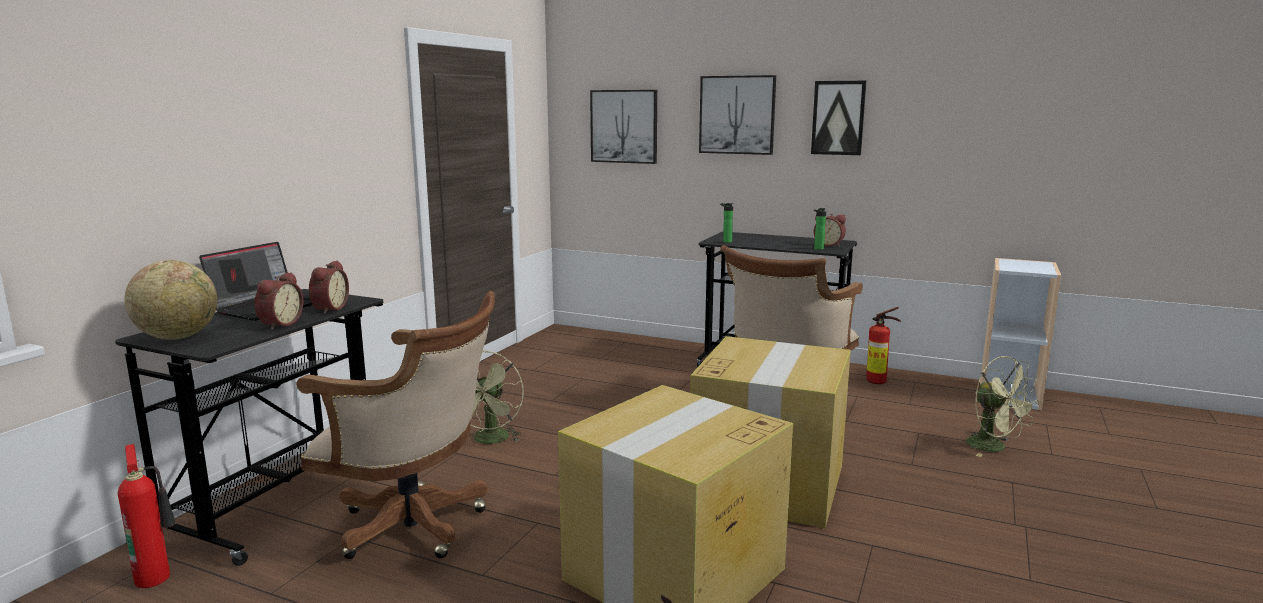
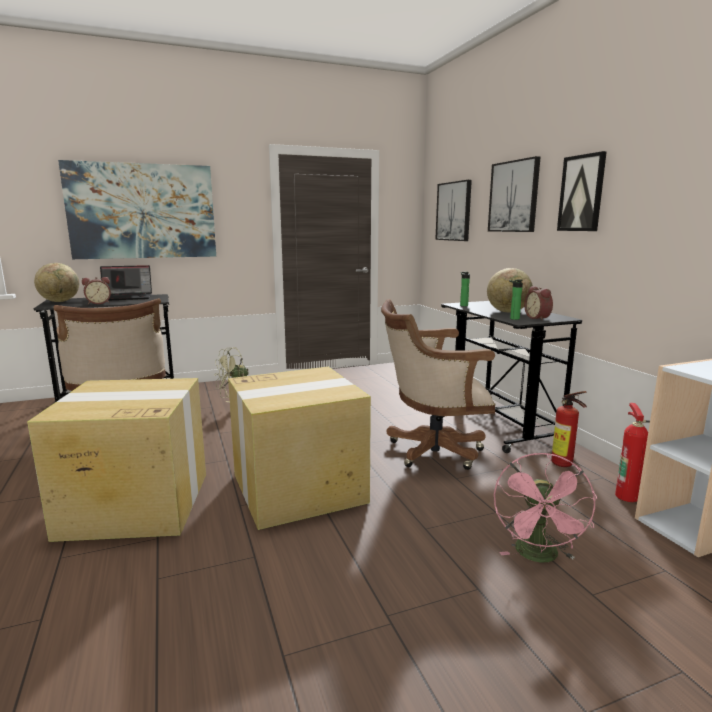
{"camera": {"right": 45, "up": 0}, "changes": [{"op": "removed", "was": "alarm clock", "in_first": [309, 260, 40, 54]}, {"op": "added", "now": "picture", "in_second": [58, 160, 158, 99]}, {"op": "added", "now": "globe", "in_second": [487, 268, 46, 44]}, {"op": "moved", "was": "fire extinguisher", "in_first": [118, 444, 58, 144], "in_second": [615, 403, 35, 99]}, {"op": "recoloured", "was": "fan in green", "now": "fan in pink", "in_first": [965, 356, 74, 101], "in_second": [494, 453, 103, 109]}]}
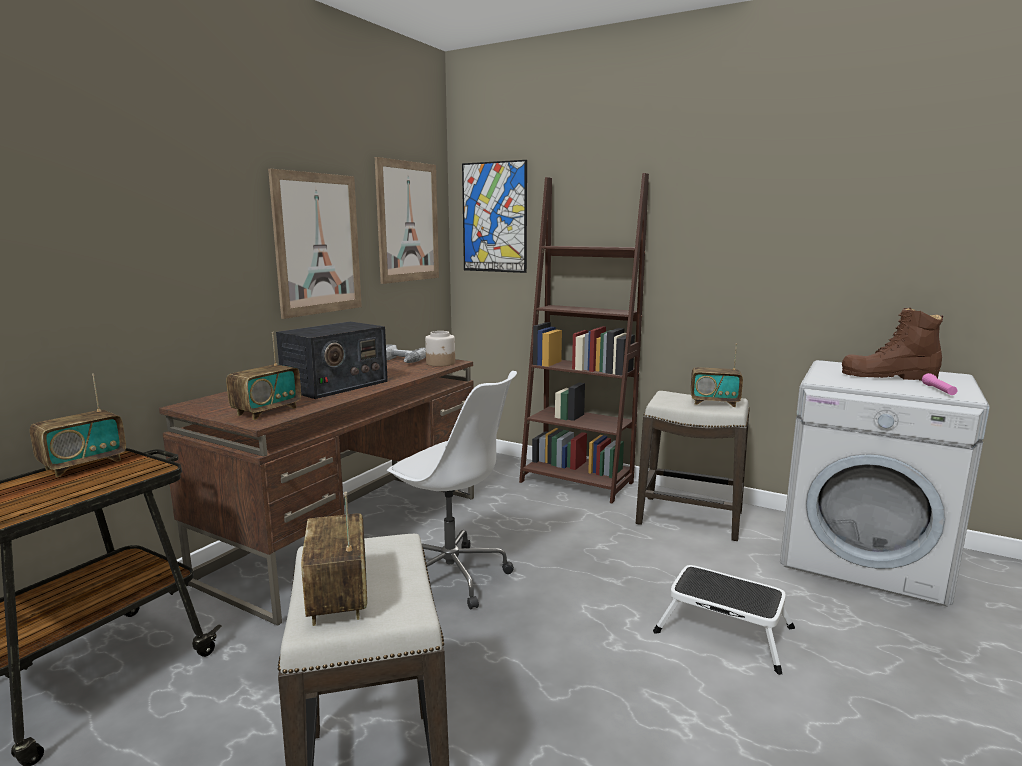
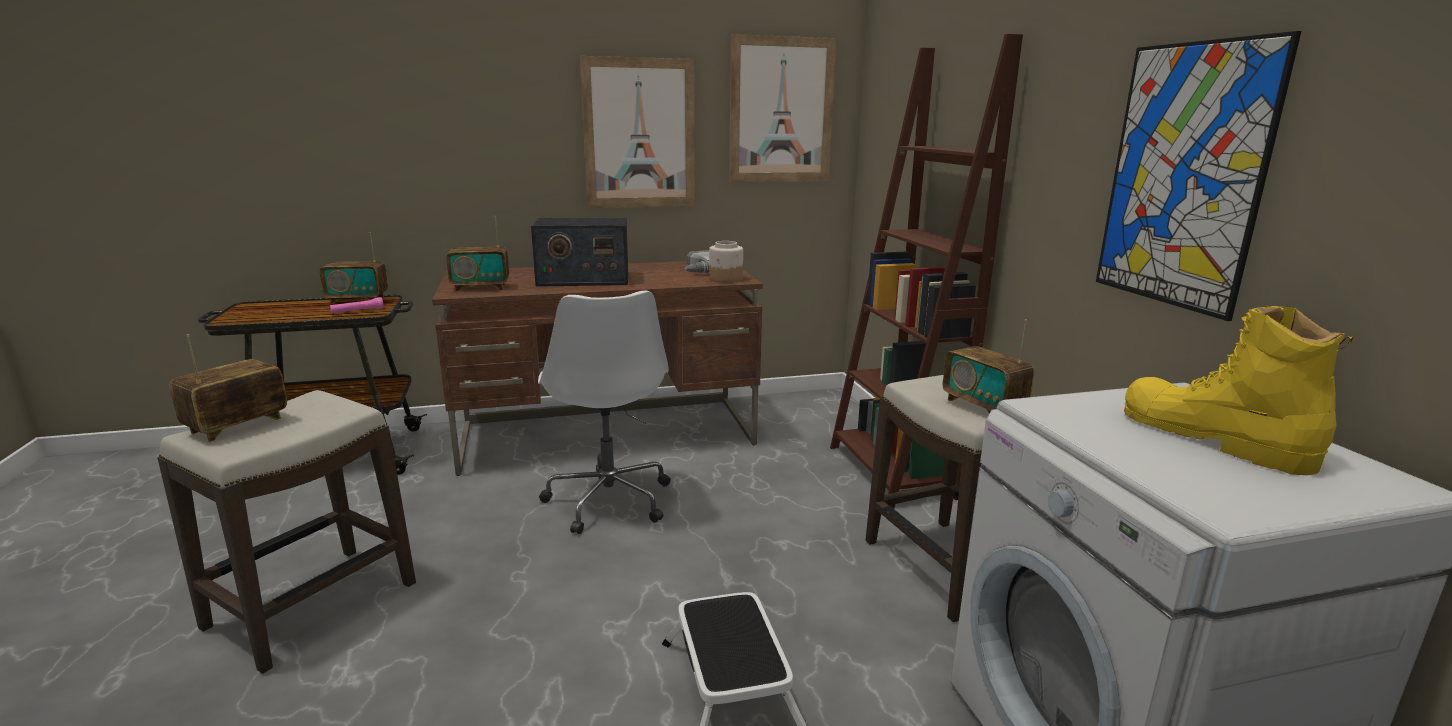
{"camera": {"right": 45, "up": 5}, "changes": [{"op": "moved", "was": "picture", "in_first": [462, 160, 65, 113], "in_second": [1096, 31, 205, 290]}, {"op": "moved", "was": "flashlight in pink", "in_first": [922, 373, 35, 22], "in_second": [330, 297, 54, 16]}, {"op": "recoloured", "was": "boot in brown", "now": "boot in yellow", "in_first": [842, 308, 101, 73], "in_second": [1124, 306, 229, 169]}]}
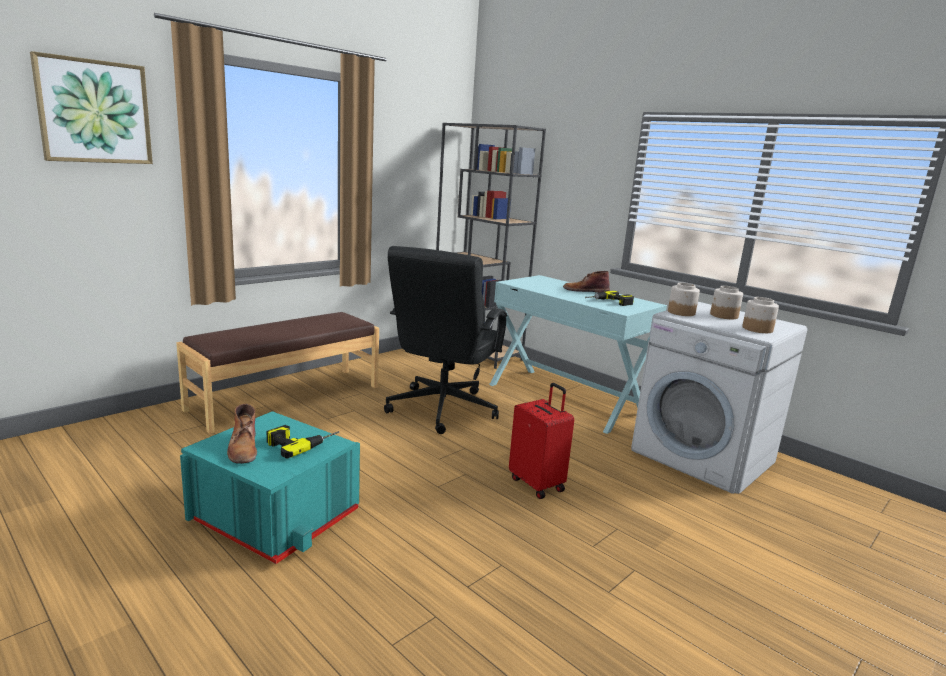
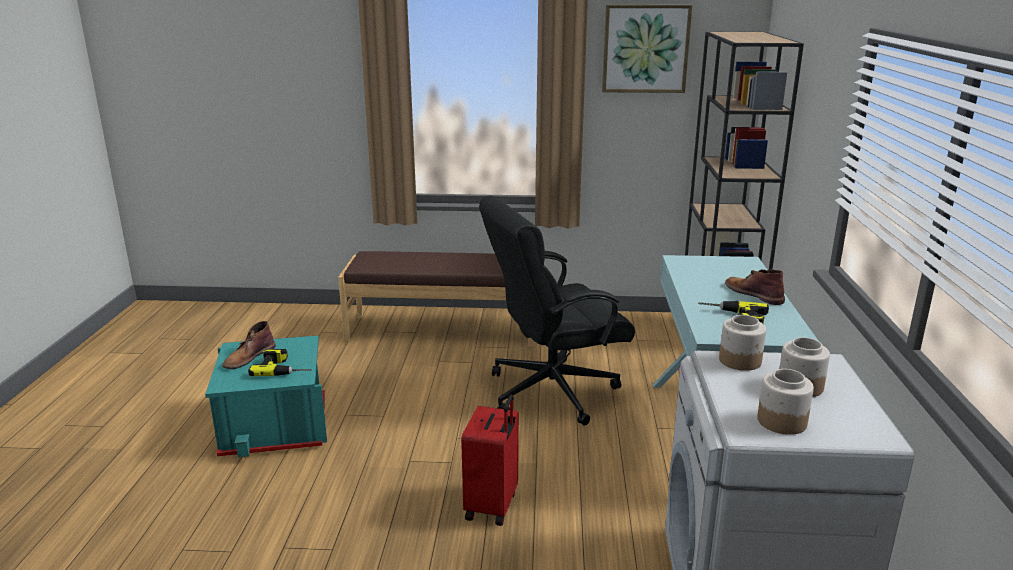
{"camera": {"right": 50, "up": 5}, "changes": [{"op": "moved", "was": "picture", "in_first": [30, 51, 123, 113], "in_second": [602, 5, 90, 88]}]}
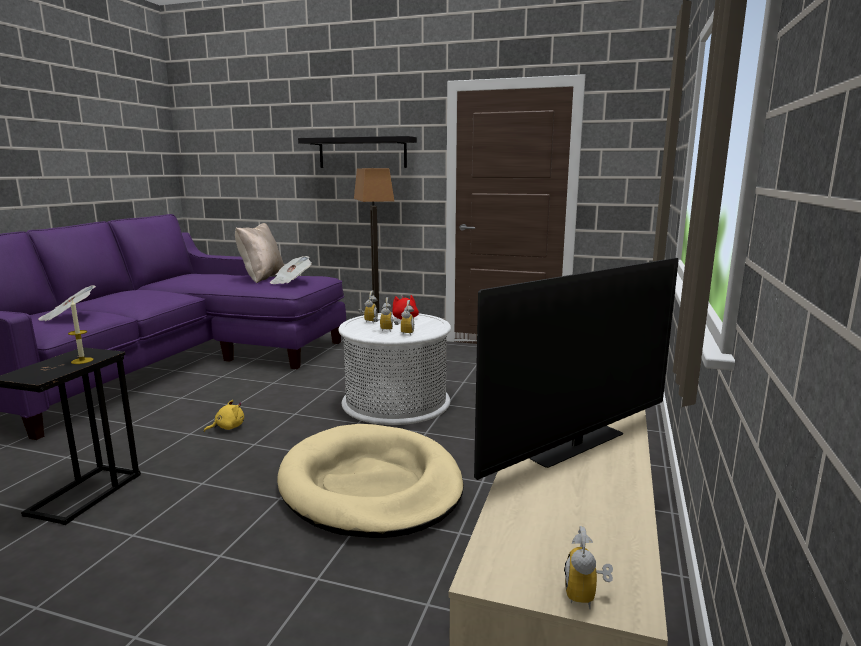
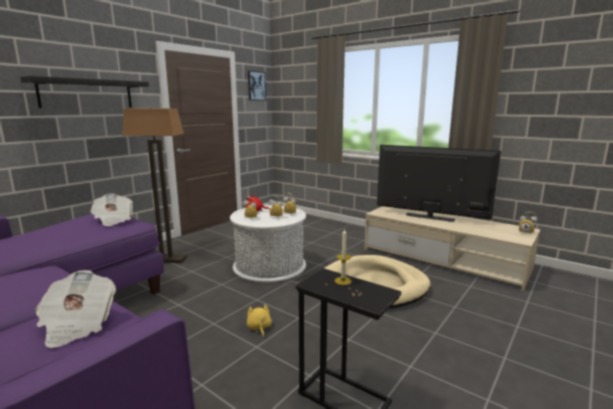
{"camera": {"right": -70, "up": 0}, "changes": [{"op": "removed", "was": "pillow in beige", "in_first": [235, 223, 49, 60]}, {"op": "added", "now": "picture", "in_second": [248, 71, 18, 30]}, {"op": "turned", "was": "television", "in_first": [474, 258, 205, 222], "in_second": [377, 145, 124, 77], "clockwise": -45}]}
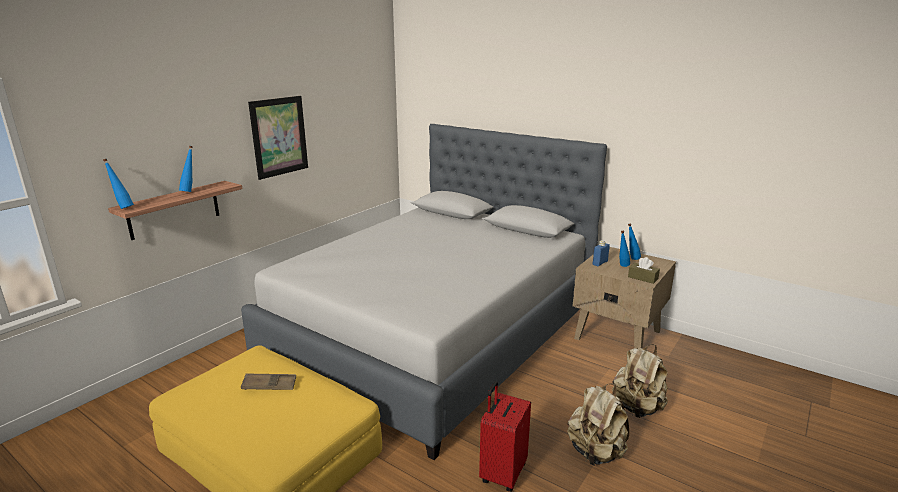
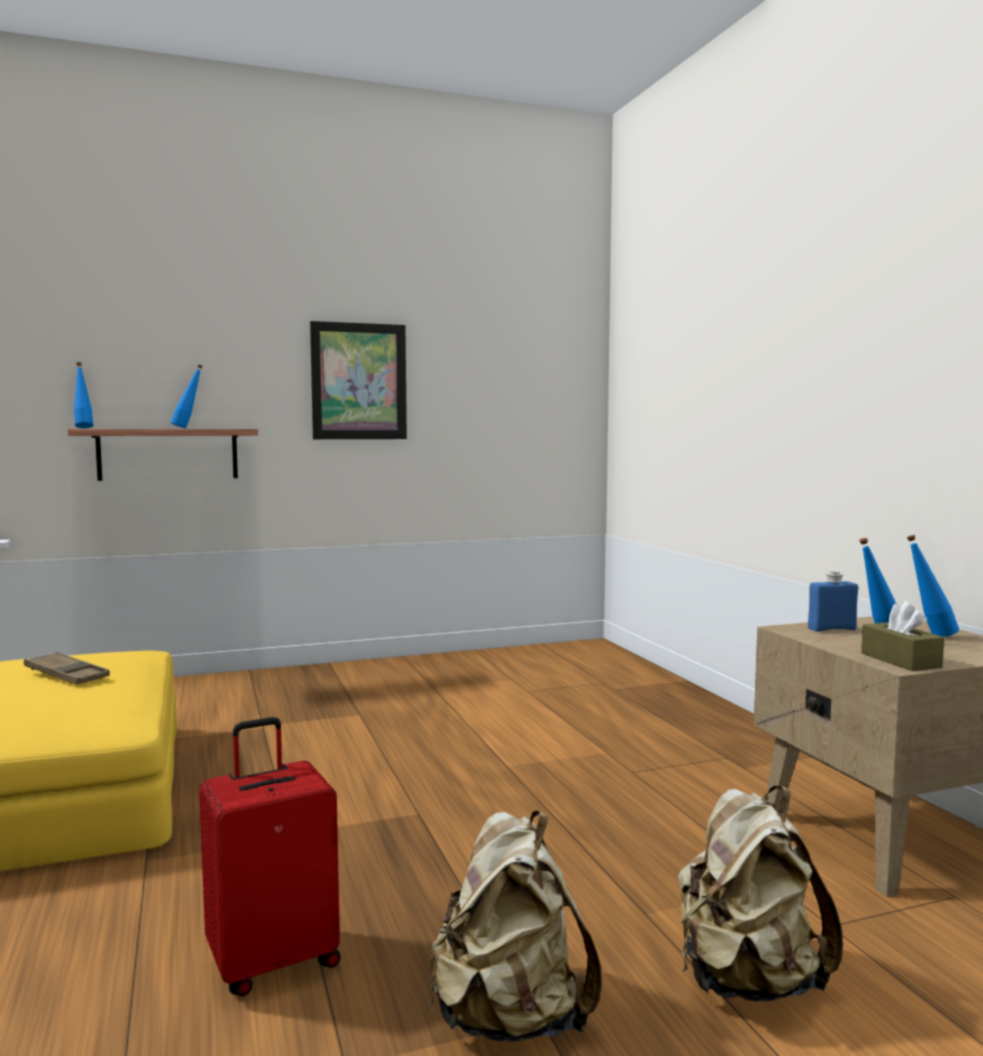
{"camera": {"right": 35, "up": -15}, "changes": [{"op": "removed", "was": "bed in grey", "in_first": [241, 124, 366, 336]}]}
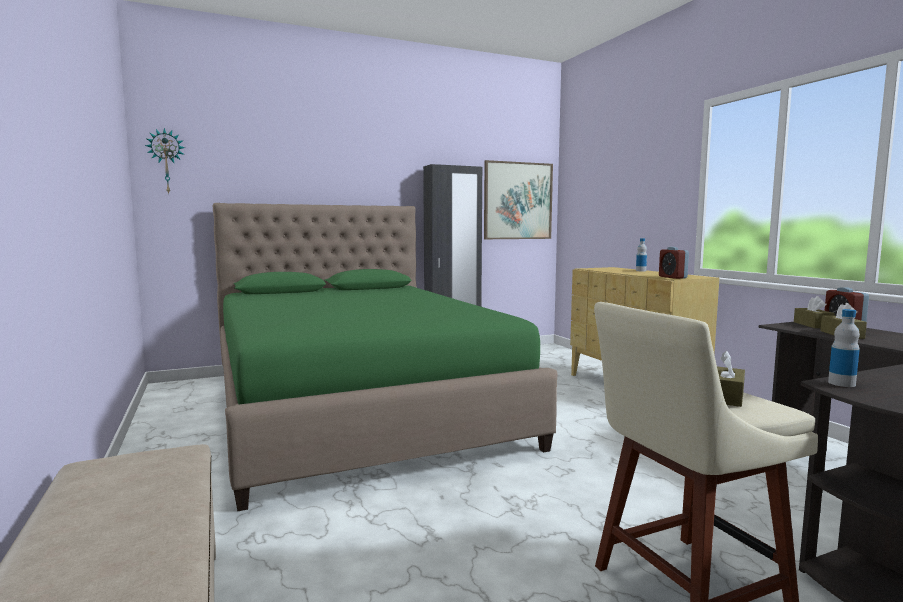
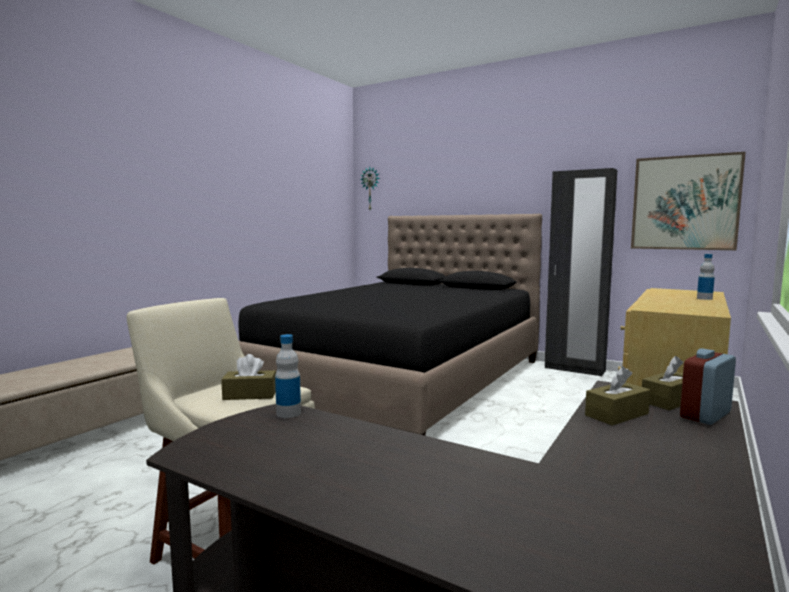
{"camera": {"right": 55, "up": 0}, "changes": [{"op": "removed", "was": "alarm clock", "in_first": [659, 247, 30, 32]}, {"op": "recoloured", "was": "bed in green", "now": "bed in black", "in_first": [213, 203, 345, 308], "in_second": [238, 214, 304, 222]}]}
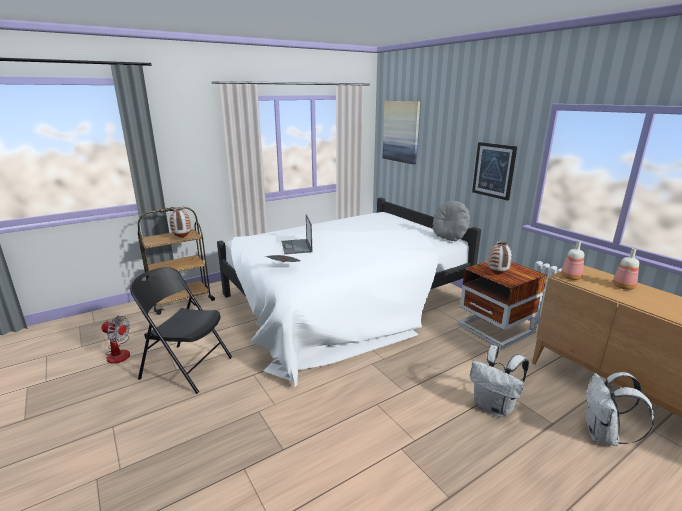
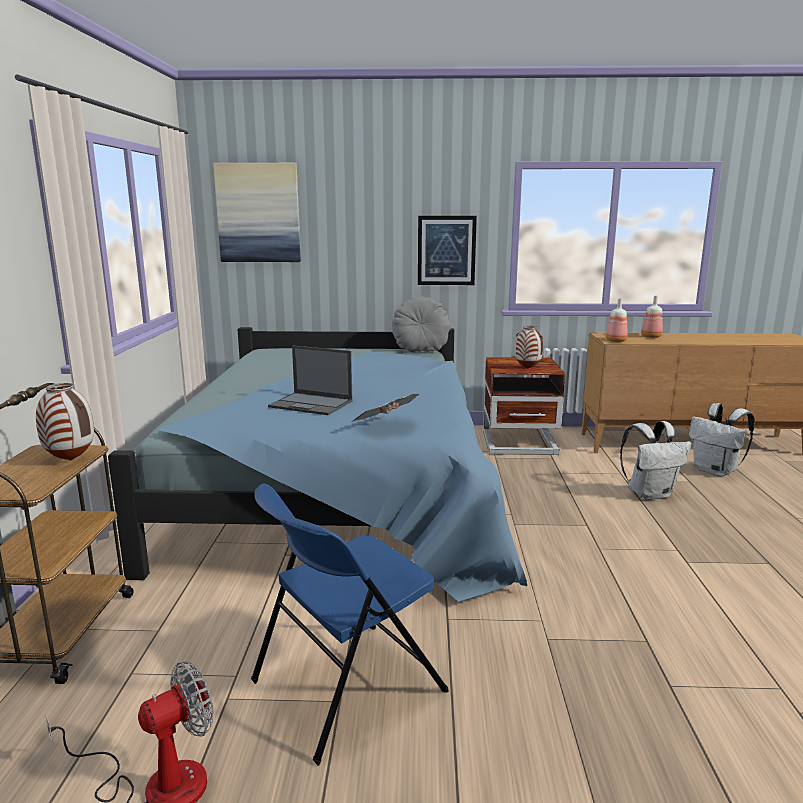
{"camera": {"right": -55, "up": -5}, "changes": [{"op": "recoloured", "was": "chair in black", "now": "chair in blue", "in_first": [130, 267, 102, 127], "in_second": [251, 484, 197, 282]}, {"op": "recoloured", "was": "bed in white", "now": "bed in blue", "in_first": [217, 197, 264, 190], "in_second": [108, 327, 419, 275]}]}
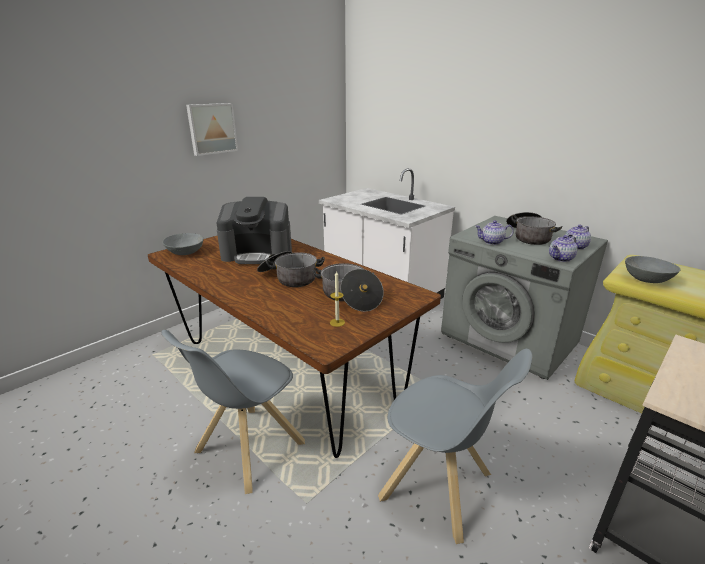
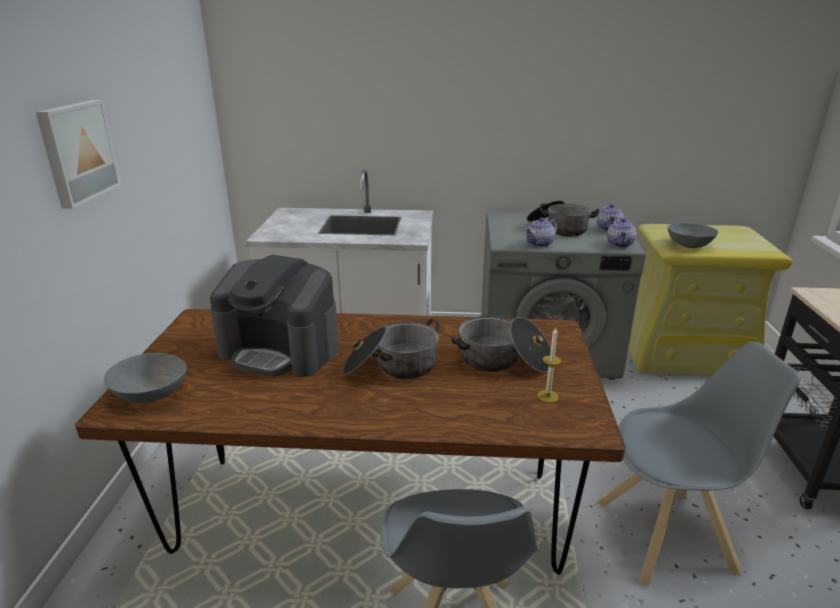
{"camera": {"right": -40, "up": 0}, "changes": [{"op": "turned", "was": "coffee machine", "in_first": [217, 197, 75, 67], "in_second": [210, 255, 129, 122], "clockwise": 60}]}
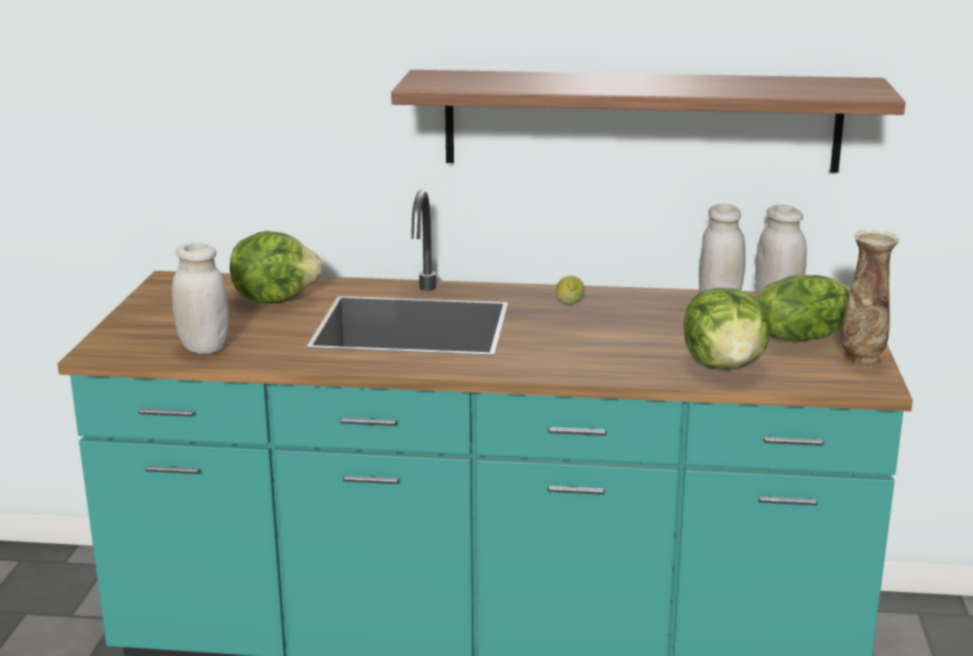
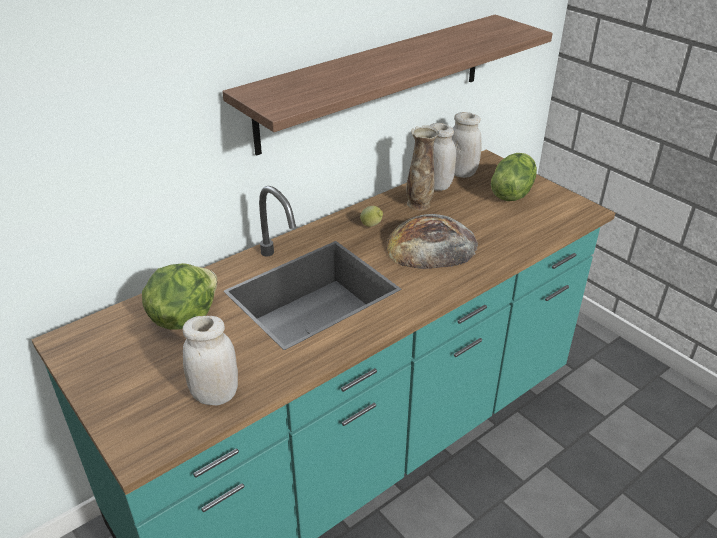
{"camera": {"right": -45, "up": 15}, "changes": [{"op": "removed", "was": "lettuce", "in_first": [684, 287, 87, 83]}, {"op": "added", "now": "bread", "in_second": [386, 214, 92, 55]}, {"op": "moved", "was": "vase", "in_first": [841, 230, 58, 138], "in_second": [406, 125, 34, 85]}]}
